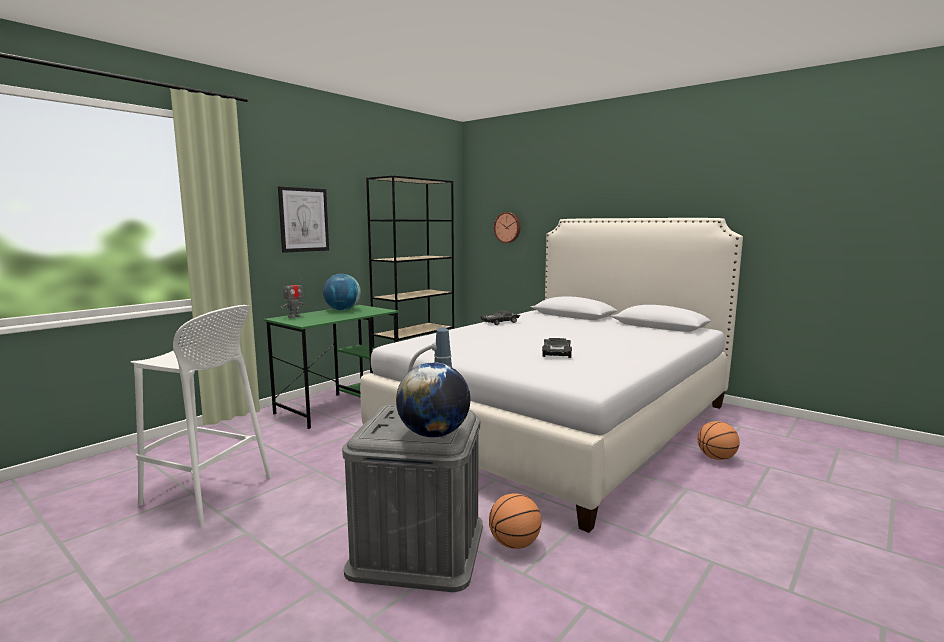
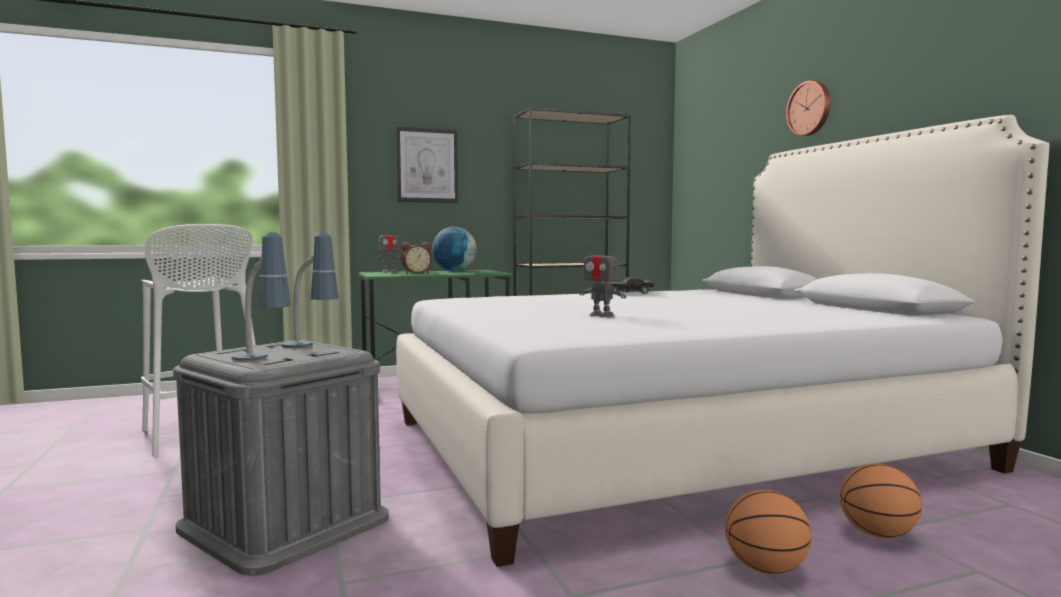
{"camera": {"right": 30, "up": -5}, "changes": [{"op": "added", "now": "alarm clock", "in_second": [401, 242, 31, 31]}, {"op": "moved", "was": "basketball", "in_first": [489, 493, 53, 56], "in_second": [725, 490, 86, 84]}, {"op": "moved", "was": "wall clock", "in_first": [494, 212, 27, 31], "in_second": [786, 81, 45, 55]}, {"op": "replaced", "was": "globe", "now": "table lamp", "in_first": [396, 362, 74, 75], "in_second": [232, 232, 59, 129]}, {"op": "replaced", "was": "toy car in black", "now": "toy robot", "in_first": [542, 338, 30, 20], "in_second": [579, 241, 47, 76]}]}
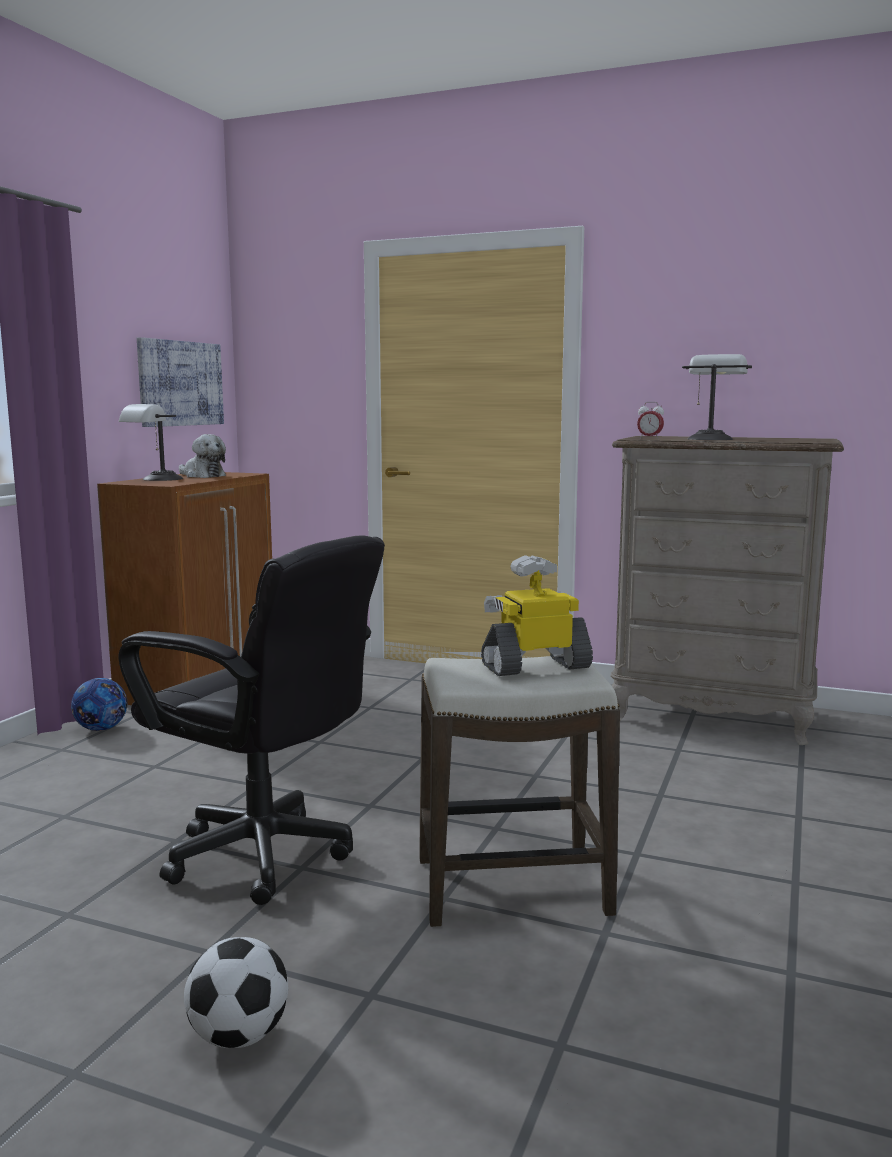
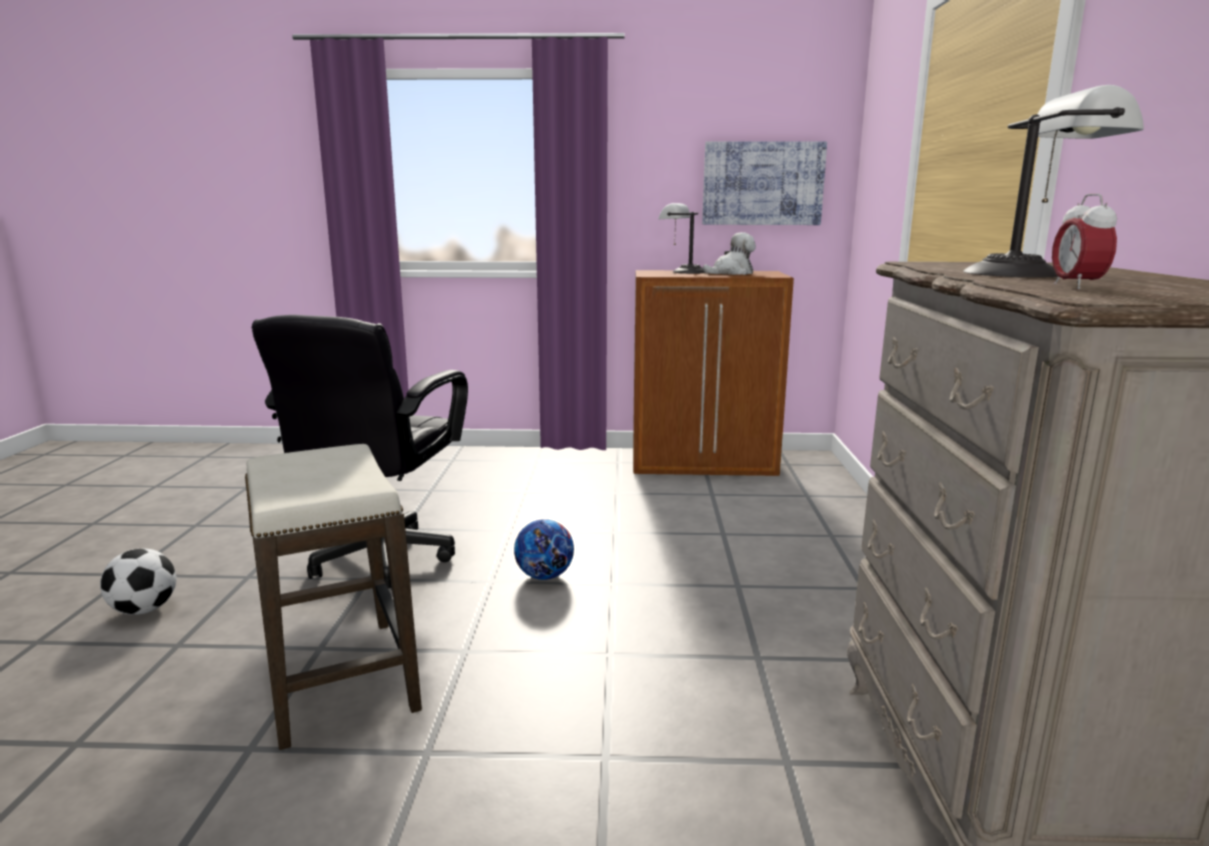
{"camera": {"right": 70, "up": 5}, "changes": [{"op": "removed", "was": "toy robot", "in_first": [481, 555, 112, 121]}, {"op": "moved", "was": "football", "in_first": [71, 678, 56, 53], "in_second": [514, 519, 60, 61]}, {"op": "moved", "was": "alarm clock", "in_first": [637, 402, 27, 37], "in_second": [1052, 194, 65, 95]}, {"op": "turned", "was": "plush toy", "in_first": [179, 434, 47, 44], "in_second": [703, 233, 53, 42], "clockwise": -135}]}
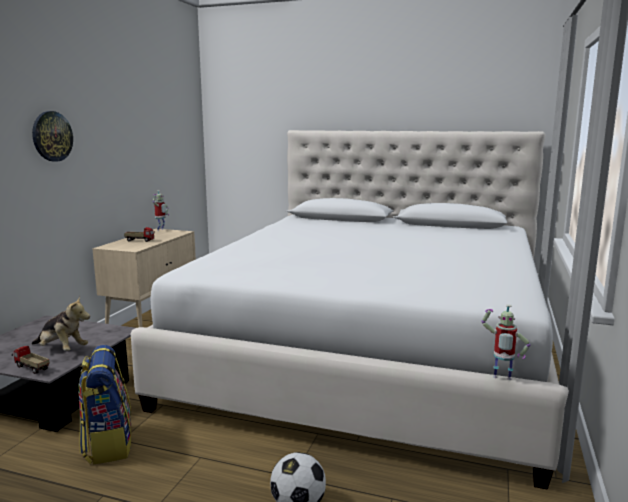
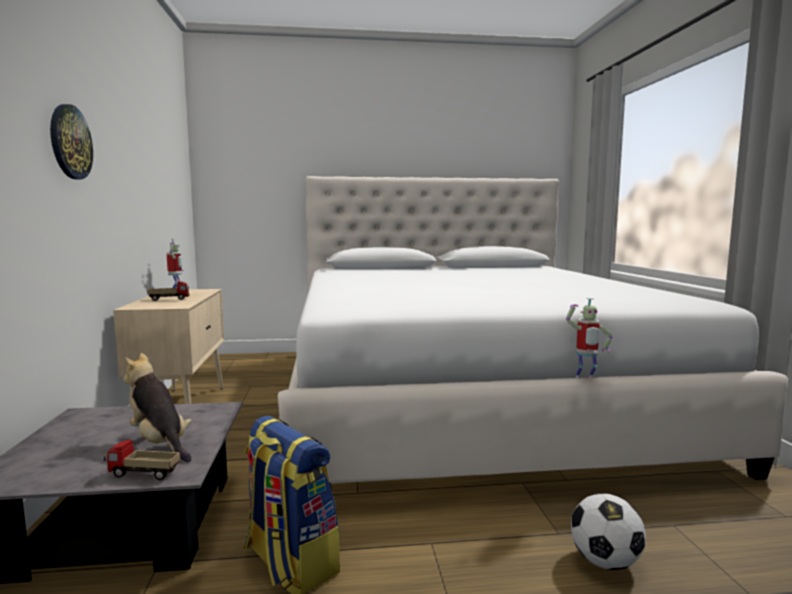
{"camera": {"right": -25, "up": -5}, "changes": [{"op": "moved", "was": "toy robot", "in_first": [481, 304, 49, 76], "in_second": [566, 298, 47, 81]}, {"op": "turned", "was": "plush toy", "in_first": [32, 296, 58, 55], "in_second": [123, 353, 69, 109], "clockwise": -135}]}
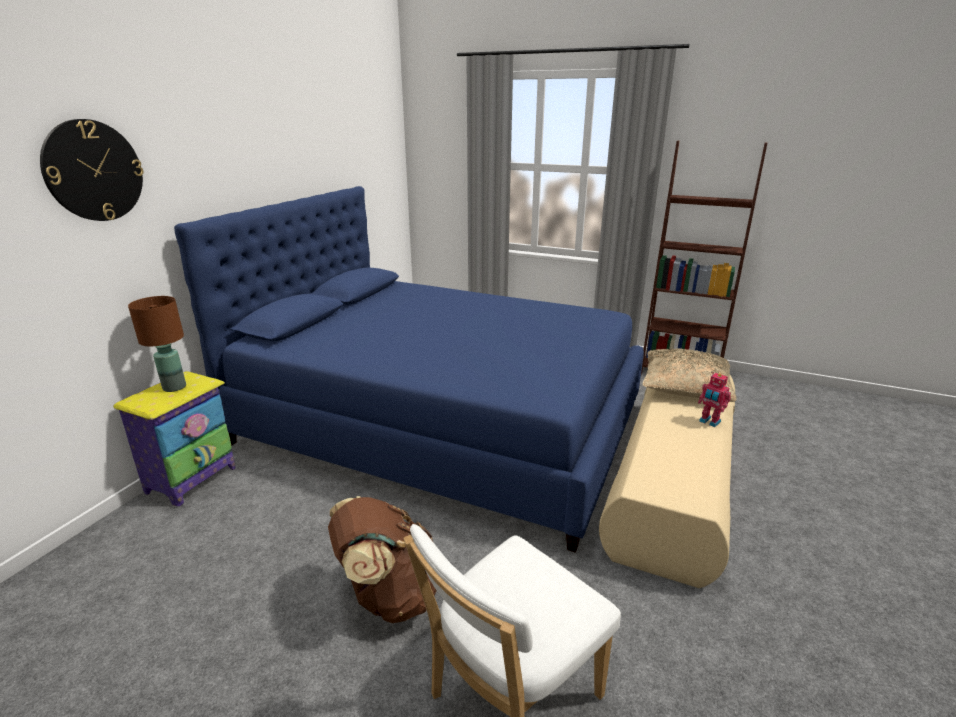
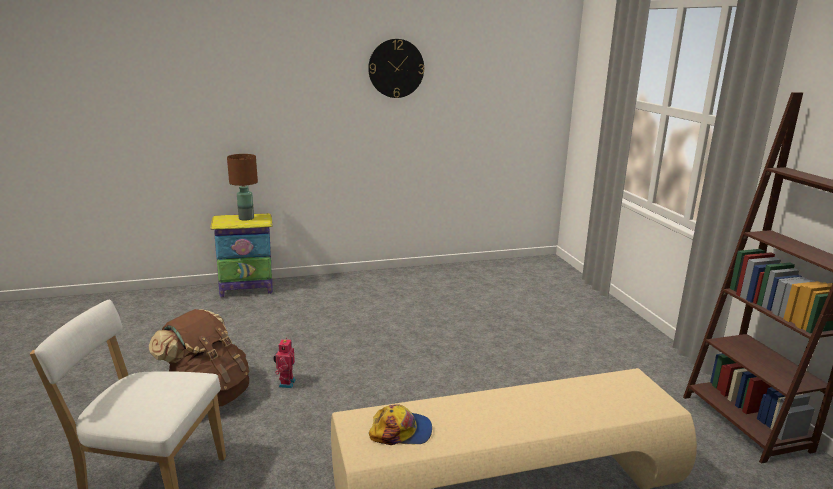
{"camera": {"right": 50, "up": -5}, "changes": [{"op": "removed", "was": "bed in blue", "in_first": [174, 186, 470, 367]}, {"op": "removed", "was": "pillow in beige", "in_first": [642, 348, 95, 54]}, {"op": "added", "now": "cap", "in_second": [369, 404, 63, 41]}, {"op": "moved", "was": "wall clock", "in_first": [40, 119, 103, 102], "in_second": [368, 39, 56, 59]}, {"op": "moved", "was": "toy robot", "in_first": [698, 372, 33, 55], "in_second": [273, 337, 23, 51]}]}
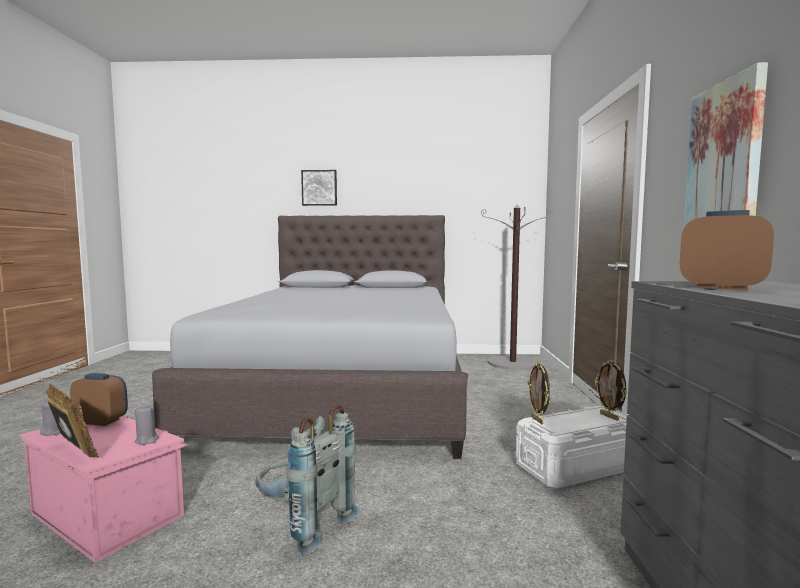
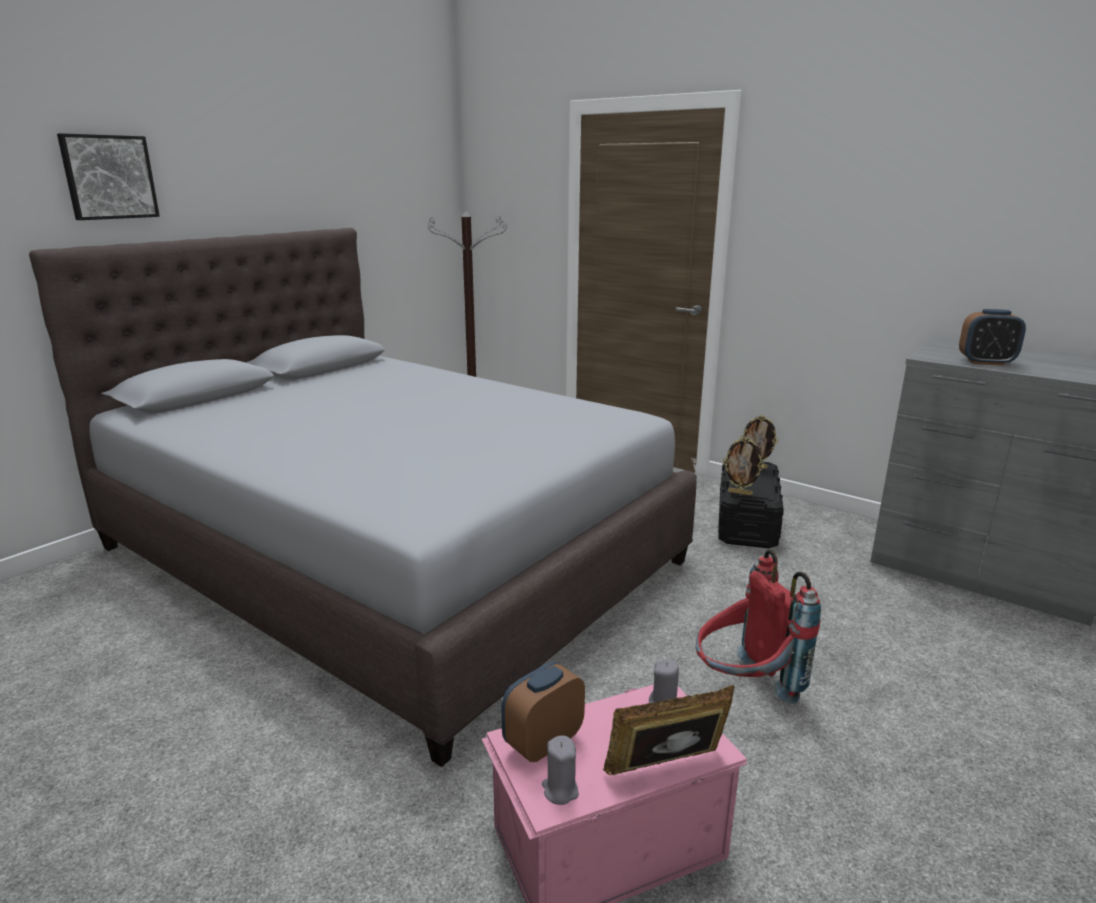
{"camera": {"right": -55, "up": 15}, "changes": [{"op": "removed", "was": "picture", "in_first": [683, 62, 85, 167]}, {"op": "recoloured", "was": "backpack in grey", "now": "backpack in red", "in_first": [255, 405, 103, 150], "in_second": [696, 550, 125, 154]}, {"op": "recoloured", "was": "storage box in white", "now": "storage box in black", "in_first": [516, 406, 111, 83], "in_second": [718, 461, 66, 87]}, {"op": "turned", "was": "alarm clock", "in_first": [680, 210, 94, 80], "in_second": [959, 309, 67, 57], "clockwise": -150}]}
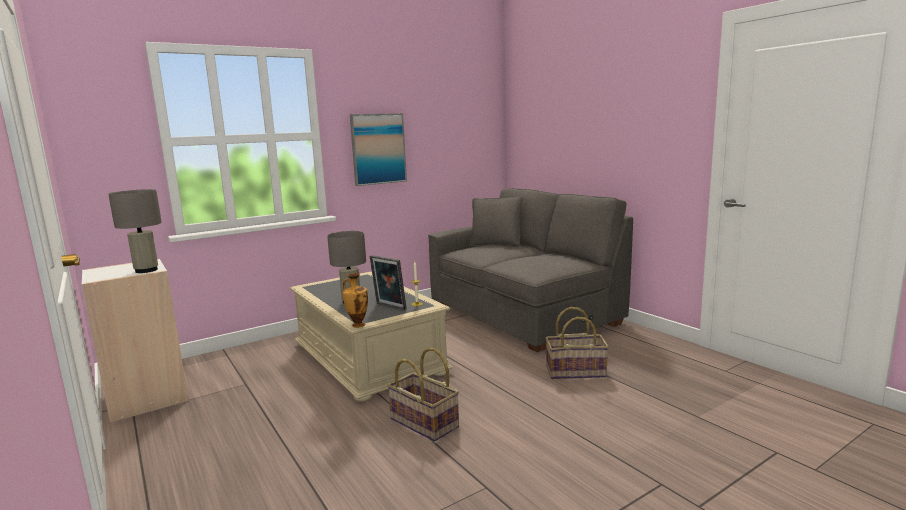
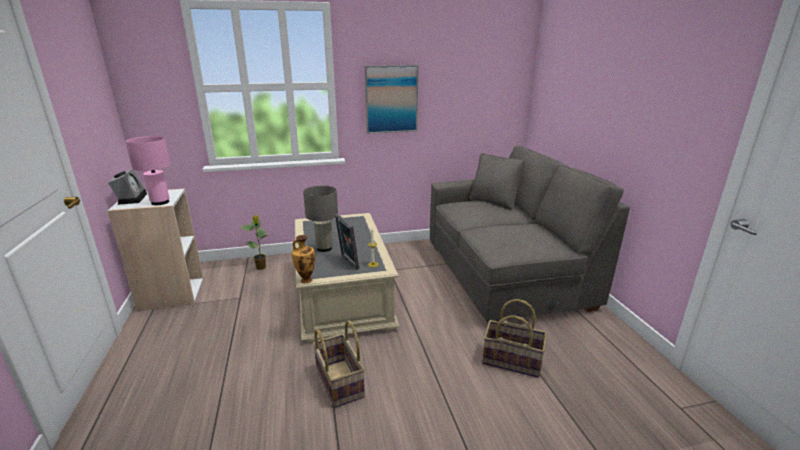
{"camera": {"right": 20, "up": 10}, "changes": [{"op": "added", "now": "alarm clock", "in_second": [108, 169, 39, 36]}, {"op": "added", "now": "potted plant", "in_second": [240, 215, 30, 55]}, {"op": "recoloured", "was": "table lamp in grey", "now": "table lamp in pink", "in_first": [109, 189, 53, 84], "in_second": [126, 136, 44, 69]}]}
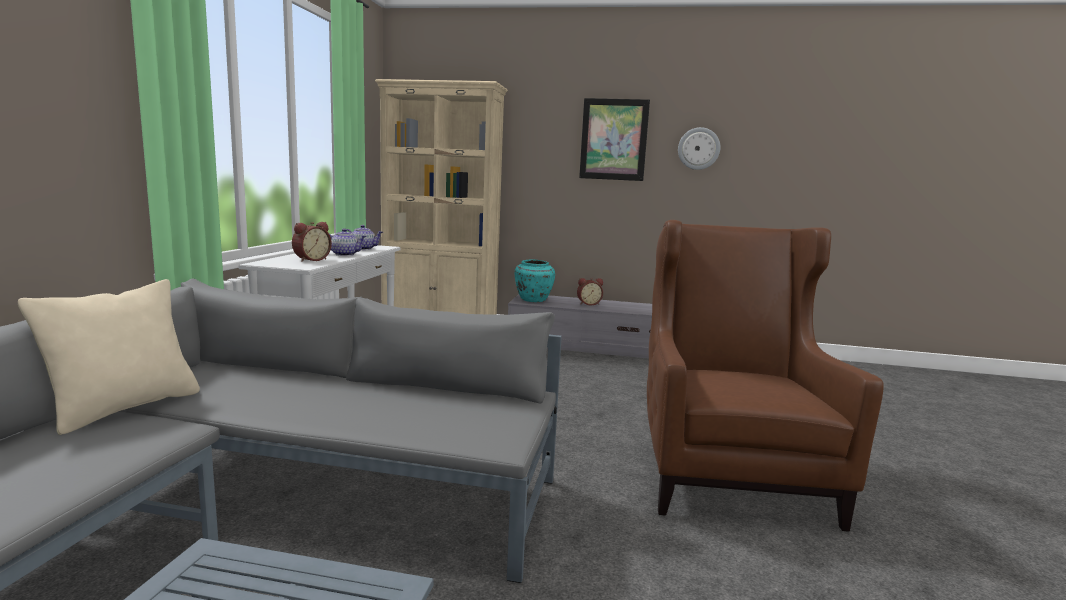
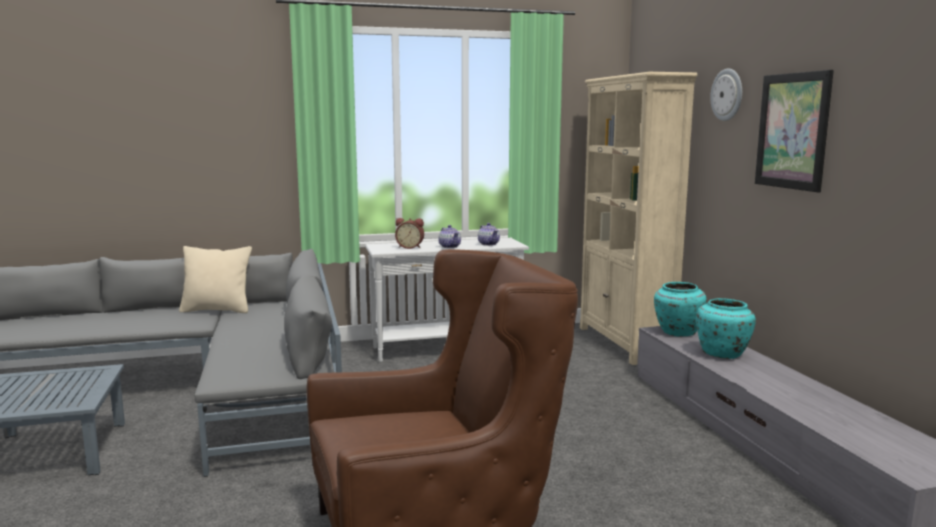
{"camera": {"right": 65, "up": 0}, "changes": [{"op": "moved", "was": "wall clock", "in_first": [678, 127, 42, 43], "in_second": [710, 68, 32, 53]}, {"op": "replaced", "was": "alarm clock", "now": "vase in turquoise", "in_first": [577, 278, 26, 28], "in_second": [696, 298, 60, 61]}]}
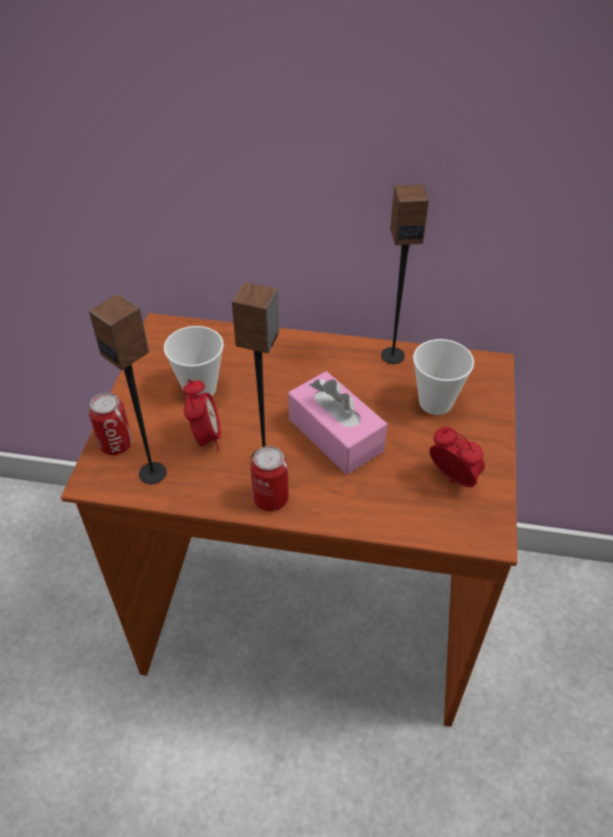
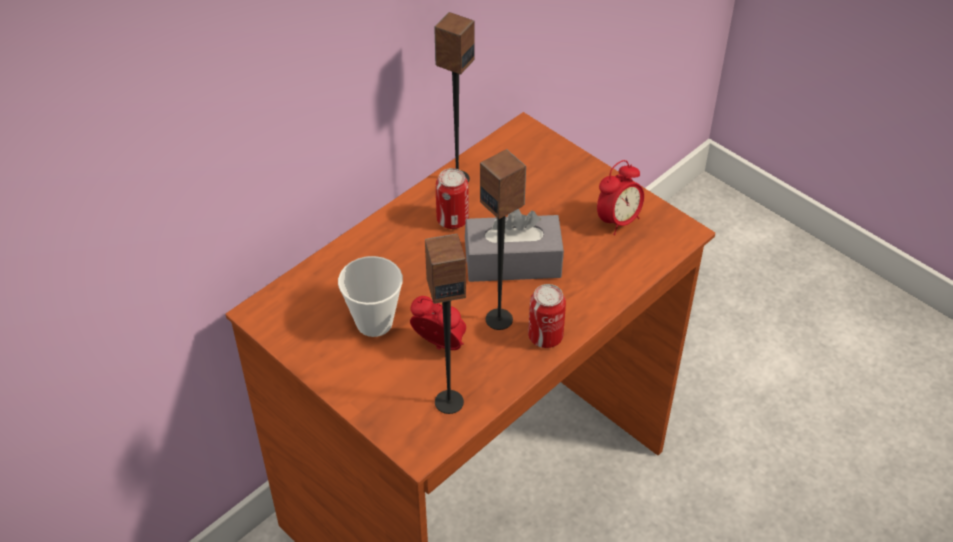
{"camera": {"right": -55, "up": 0}, "changes": [{"op": "removed", "was": "cup", "in_first": [413, 339, 61, 76]}, {"op": "moved", "was": "can", "in_first": [89, 392, 44, 63], "in_second": [436, 168, 33, 61]}, {"op": "recoloured", "was": "tissue box in pink", "now": "tissue box in grey", "in_first": [288, 371, 99, 103], "in_second": [465, 209, 99, 73]}, {"op": "turned", "was": "alarm clock", "in_first": [429, 427, 56, 60], "in_second": [597, 160, 47, 75], "clockwise": 150}]}
